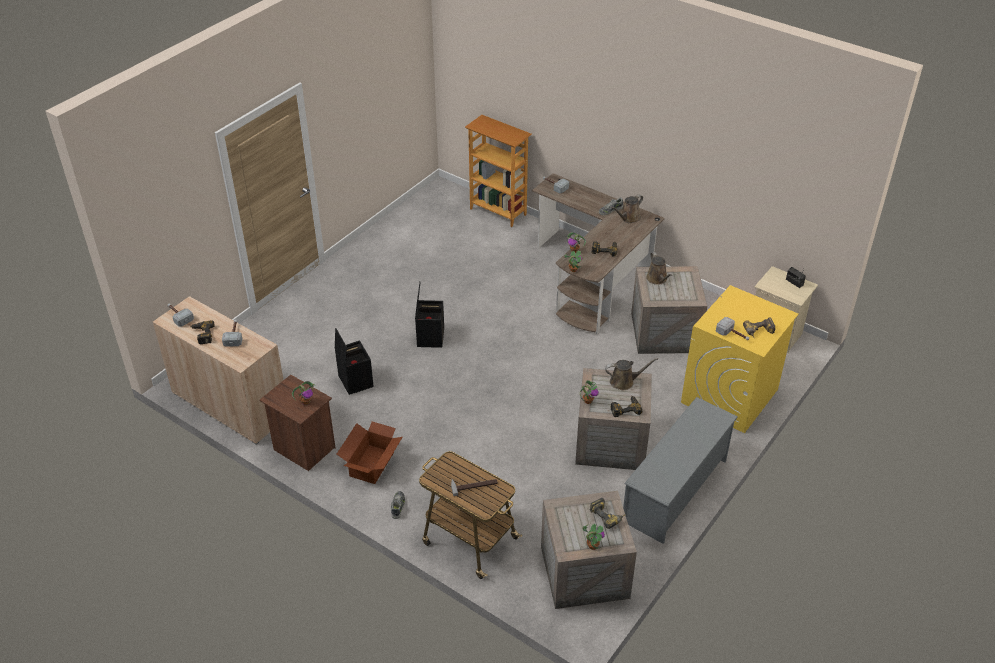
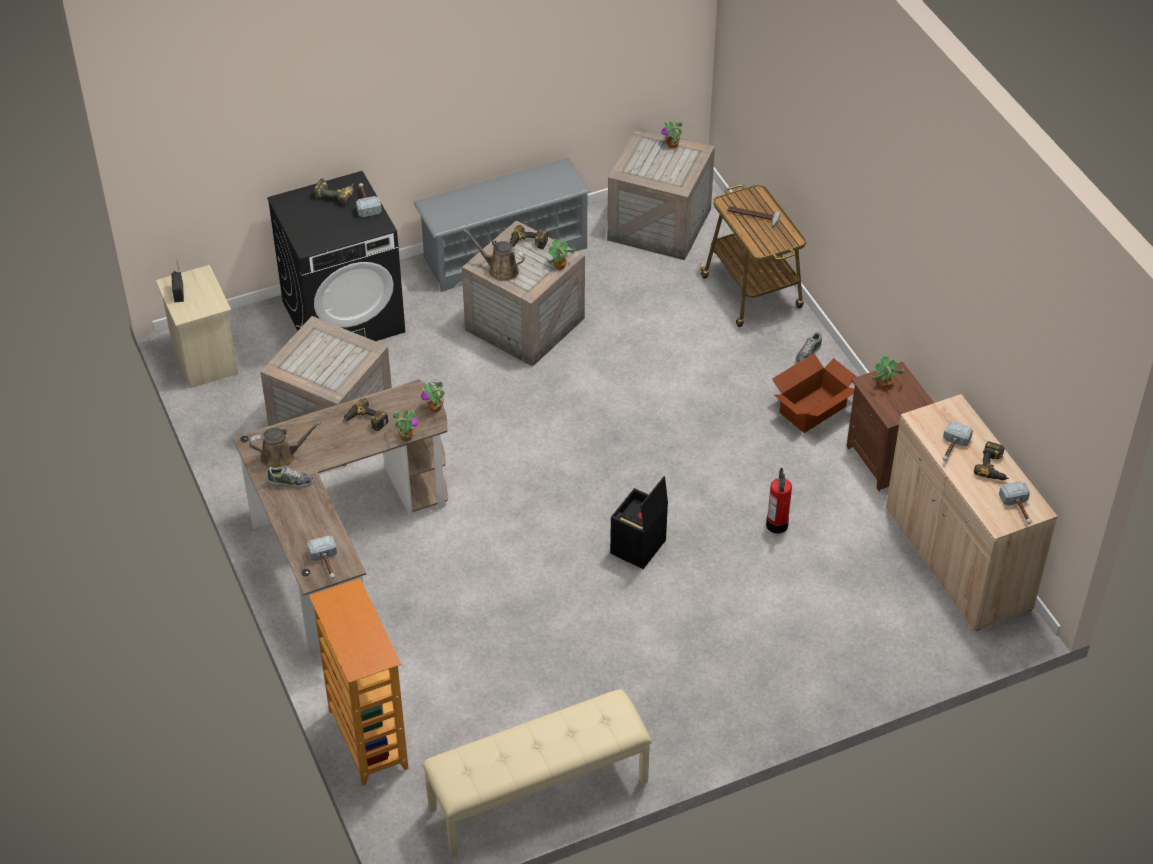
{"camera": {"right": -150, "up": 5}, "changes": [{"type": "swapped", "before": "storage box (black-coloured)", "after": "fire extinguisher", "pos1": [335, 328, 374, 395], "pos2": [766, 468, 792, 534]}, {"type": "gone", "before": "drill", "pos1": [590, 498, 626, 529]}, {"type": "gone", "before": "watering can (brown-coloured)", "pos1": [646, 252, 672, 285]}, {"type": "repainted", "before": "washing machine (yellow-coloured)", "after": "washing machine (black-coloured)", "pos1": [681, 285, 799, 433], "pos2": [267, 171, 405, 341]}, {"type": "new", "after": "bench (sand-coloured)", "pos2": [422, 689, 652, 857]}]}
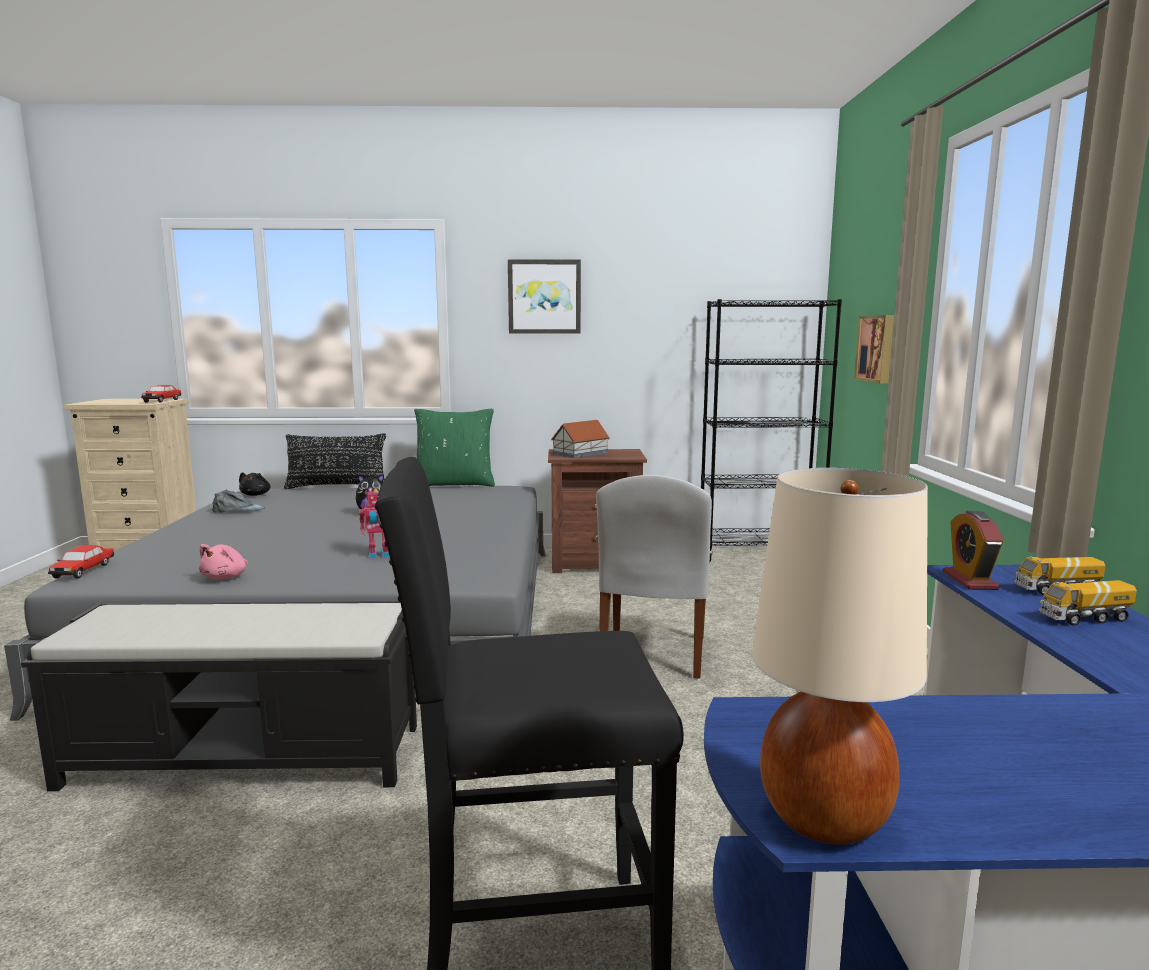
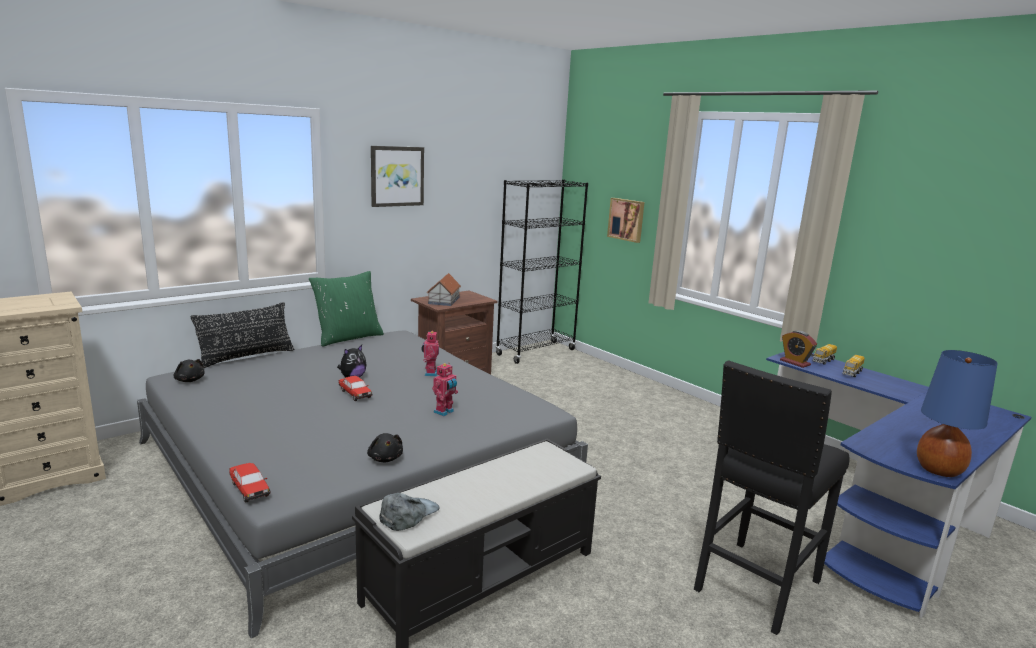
{"camera": {"right": -40, "up": 5}, "changes": [{"type": "shifted", "before": "miniature car", "pos1": [141, 385, 181, 402], "pos2": [339, 376, 372, 401]}, {"type": "repainted", "before": "soft toy (pink-coloured)", "after": "soft toy (black-coloured)", "pos1": [199, 544, 248, 579], "pos2": [367, 433, 403, 462]}, {"type": "shifted", "before": "baseball cap (grey)", "pos1": [212, 490, 265, 513], "pos2": [379, 493, 440, 531]}, {"type": "gone", "before": "plain chair (whitish)", "pos1": [596, 475, 712, 678]}, {"type": "repainted", "before": "lamp for a table (sand-coloured)", "after": "lamp for a table (blue-coloured)", "pos1": [752, 468, 928, 845], "pos2": [917, 350, 998, 477]}, {"type": "new", "after": "model robot", "pos2": [421, 330, 439, 376]}]}
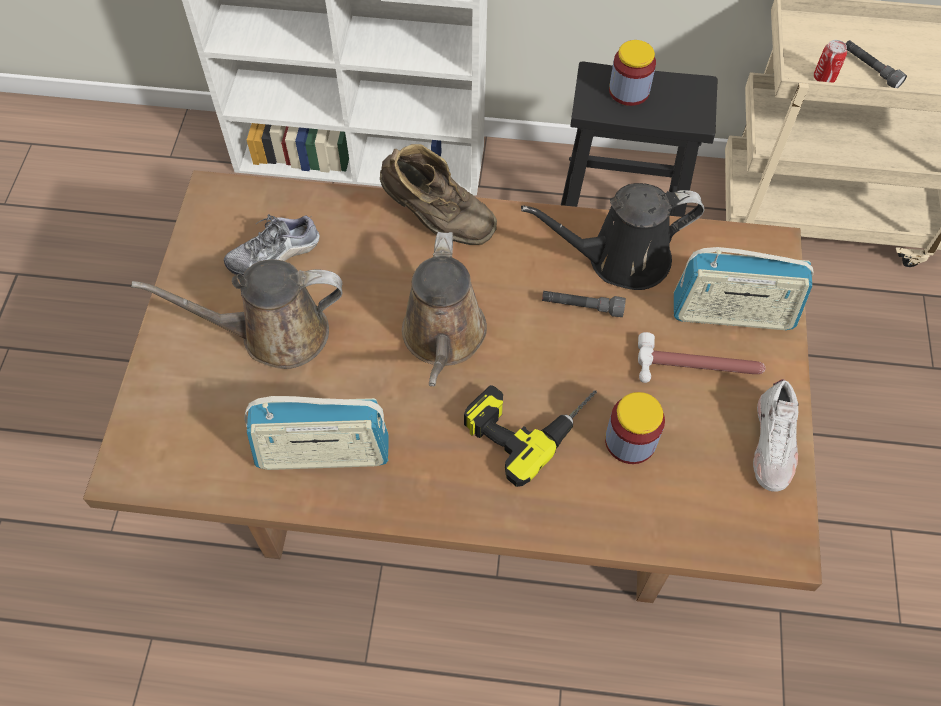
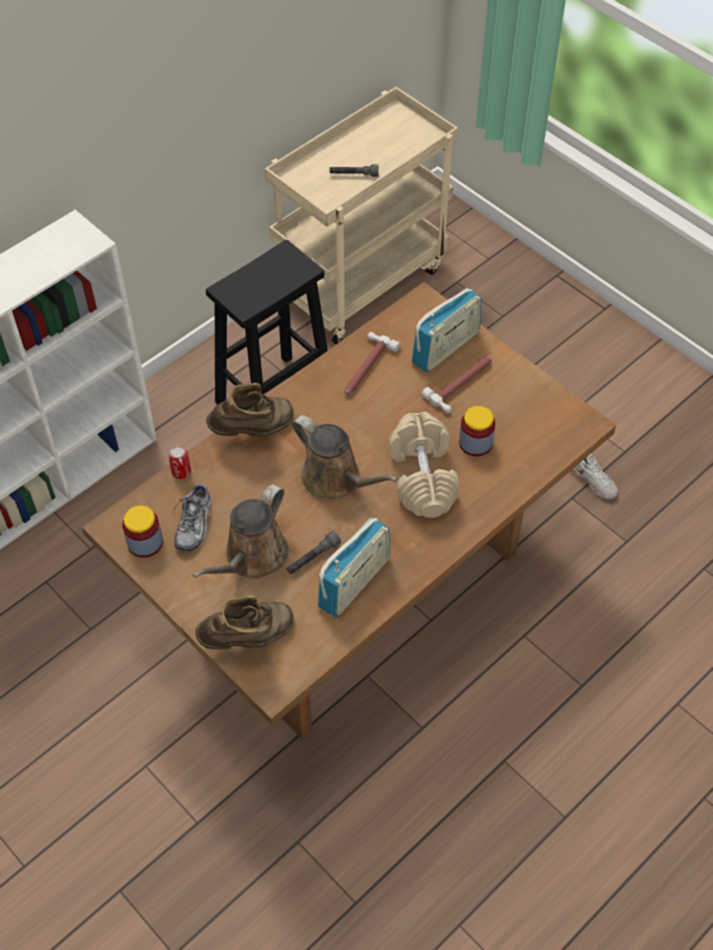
{"camera": {"right": -50, "up": -5}, "changes": [{"type": "swapped", "before": "drill", "after": "hand weight (sand-coloured)", "pos1": [464, 385, 597, 487], "pos2": [389, 412, 459, 518]}, {"type": "swapped", "before": "watering can (black-coloured)", "after": "tool hammer", "pos1": [521, 183, 704, 290], "pos2": [344, 332, 400, 395]}, {"type": "shifted", "before": "torch (grey)", "pos1": [542, 291, 626, 317], "pos2": [287, 531, 341, 574]}, {"type": "shifted", "before": "preserve jar", "pos1": [609, 40, 656, 106], "pos2": [122, 506, 163, 558]}, {"type": "shifted", "before": "shoe (whitish)", "pos1": [753, 379, 799, 492], "pos2": [571, 453, 618, 499]}, {"type": "shifted", "before": "metal can", "pos1": [814, 40, 847, 83], "pos2": [168, 445, 191, 479]}, {"type": "new", "after": "boot (brown-coloured)", "pos2": [195, 596, 295, 649]}]}
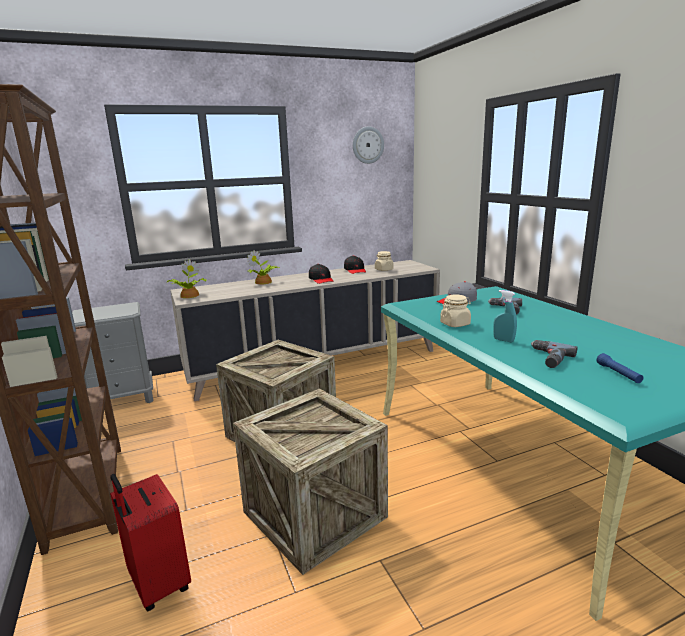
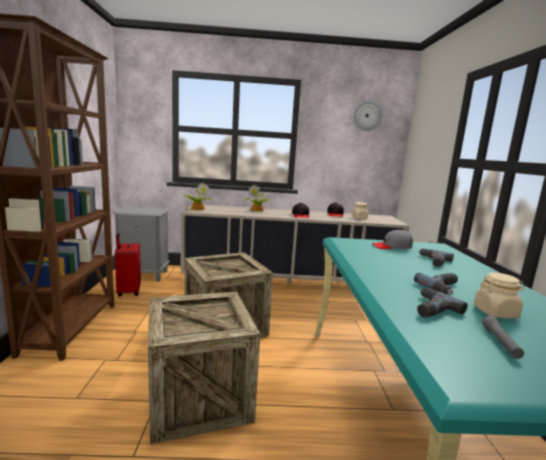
{"camera": {"right": 20, "up": -5}, "changes": [{"type": "shifted", "before": "travel case (red)", "pos1": [110, 474, 191, 611], "pos2": [115, 233, 141, 297]}, {"type": "shifted", "before": "preserve jar (sand-coloured)", "pos1": [440, 294, 471, 327], "pos2": [474, 273, 525, 319]}, {"type": "gone", "before": "hand sprayer (blue-green)", "pos1": [493, 290, 517, 342]}, {"type": "repainted", "before": "torch (blue-coloured)", "after": "torch (grey)", "pos1": [597, 353, 644, 383], "pos2": [482, 316, 524, 359]}, {"type": "new", "after": "drill", "pos2": [414, 273, 458, 295]}]}
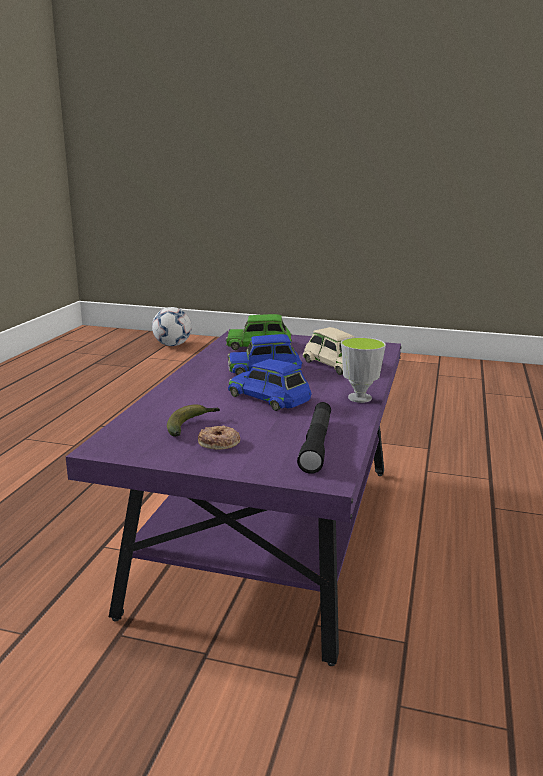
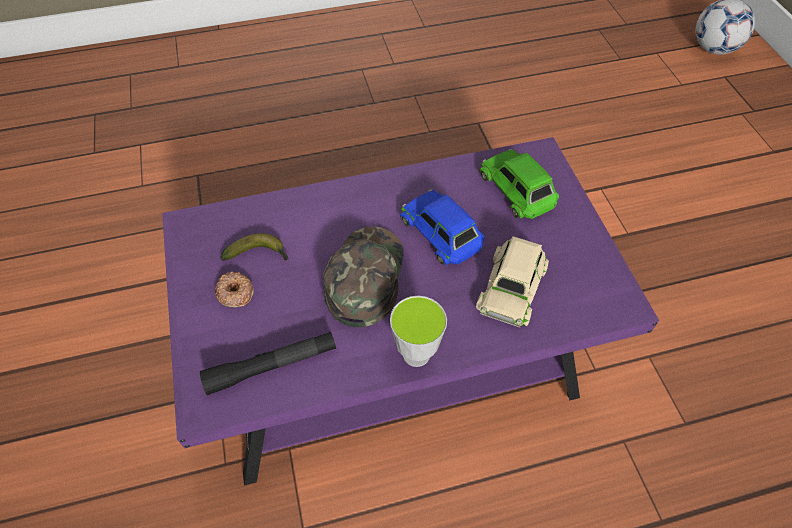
{"camera": {"right": 60, "up": 35}, "changes": [{"type": "swapped", "before": "miniature car (blue-coloured)", "after": "baseball cap (greenish)", "pos1": [228, 359, 311, 411], "pos2": [323, 226, 404, 328]}]}
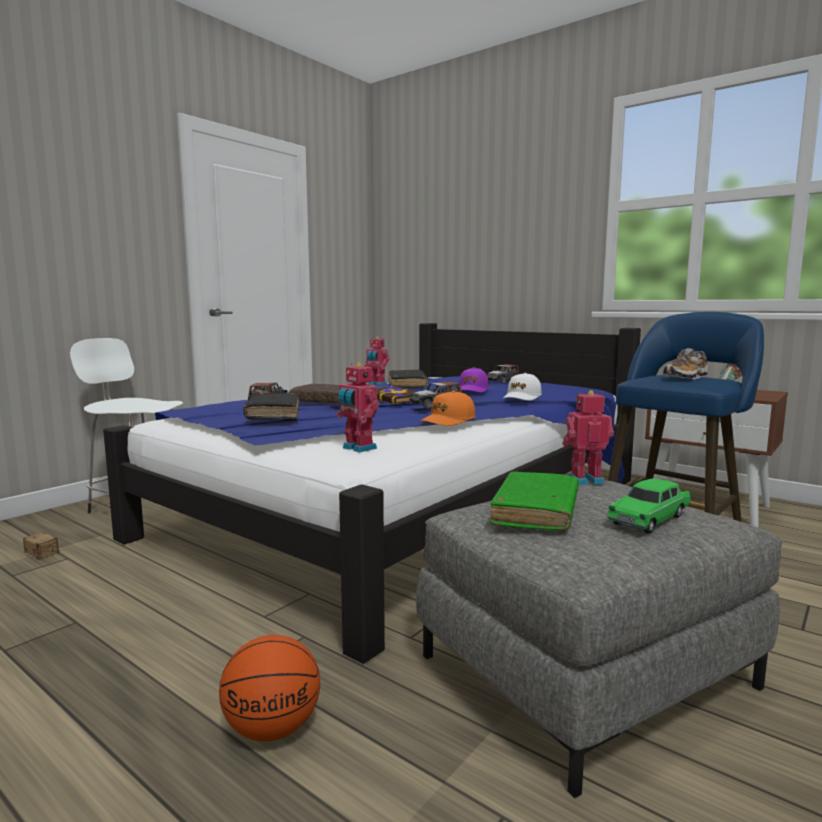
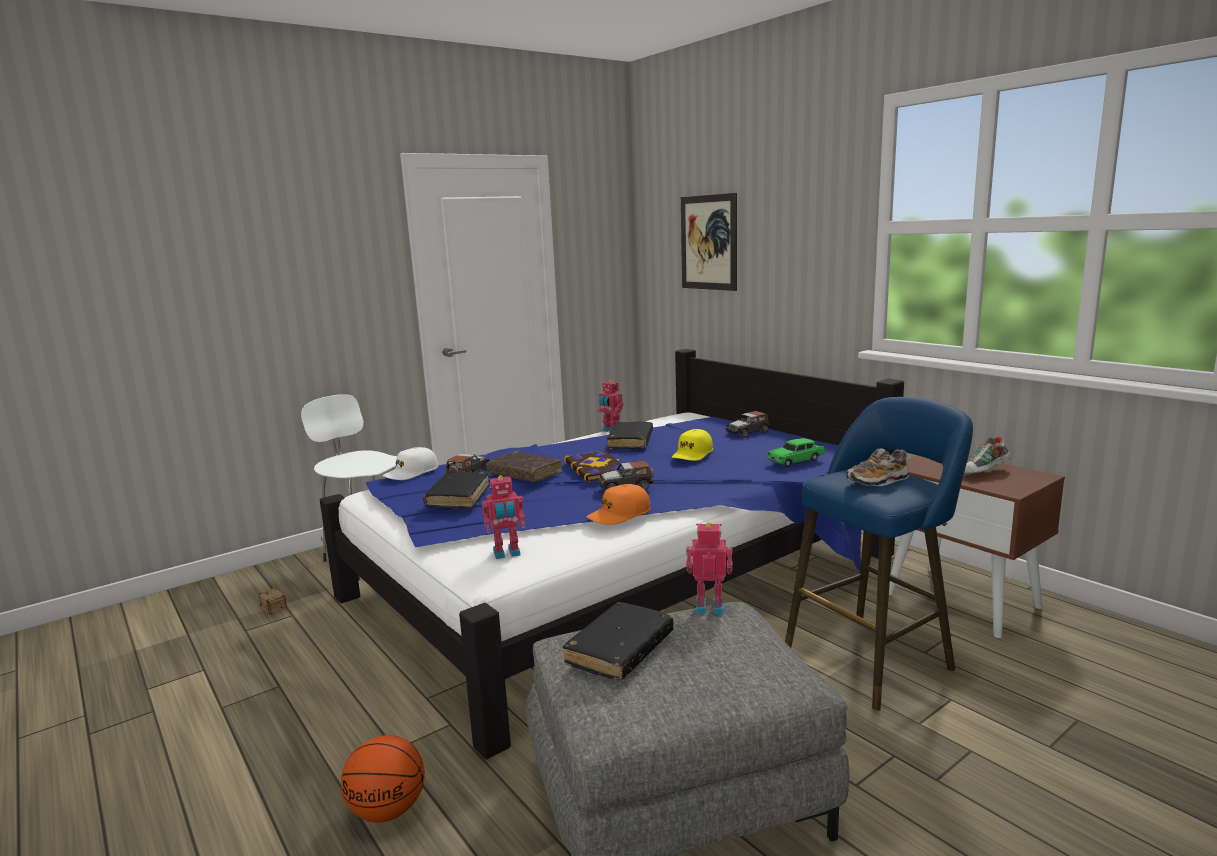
{"camera": {"right": 15, "up": 5}, "changes": [{"type": "rotated", "before": "model robot", "pos1": [336, 362, 379, 453], "pos2": [482, 475, 525, 559], "turn": -75}, {"type": "repainted", "before": "baseball cap (purplish)", "after": "baseball cap (yellow-coloured)", "pos1": [459, 367, 489, 393], "pos2": [672, 429, 713, 461]}, {"type": "repainted", "before": "book (greenish)", "after": "book (black-coloured)", "pos1": [490, 471, 579, 531], "pos2": [563, 602, 673, 680]}, {"type": "shifted", "before": "baseball cap (whitish)", "pos1": [503, 373, 542, 401], "pos2": [383, 447, 438, 480]}, {"type": "shifted", "before": "miniature car (greenish)", "pos1": [607, 478, 691, 534], "pos2": [767, 438, 825, 467]}, {"type": "new", "after": "picture", "pos2": [681, 193, 737, 291]}]}
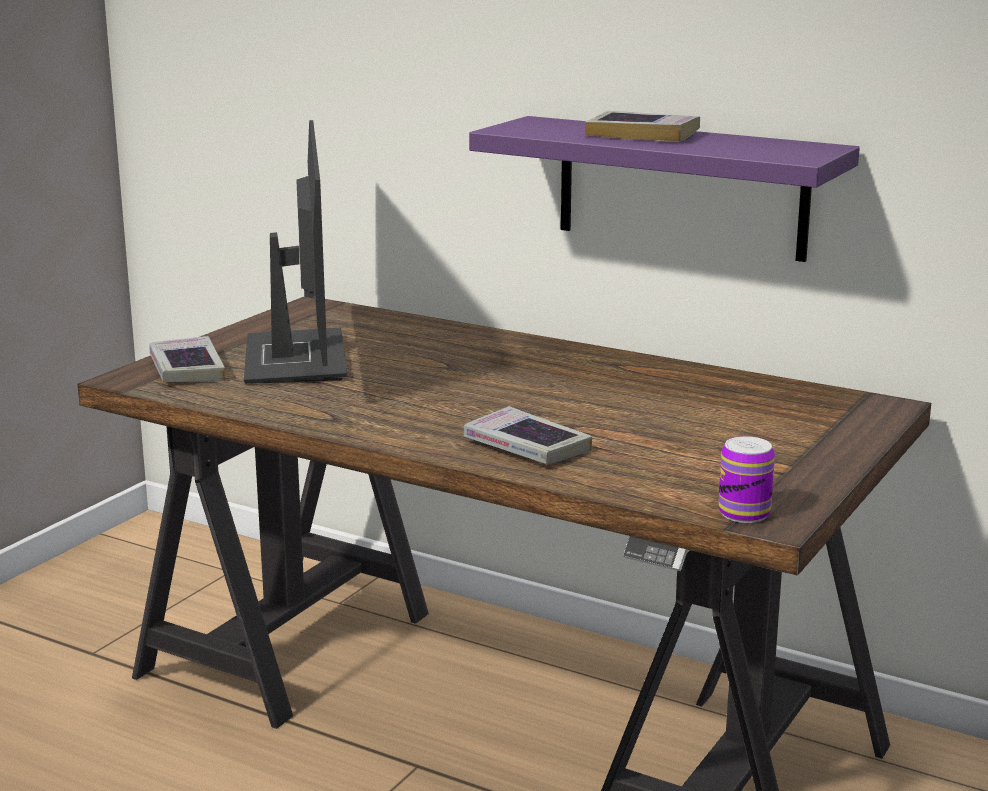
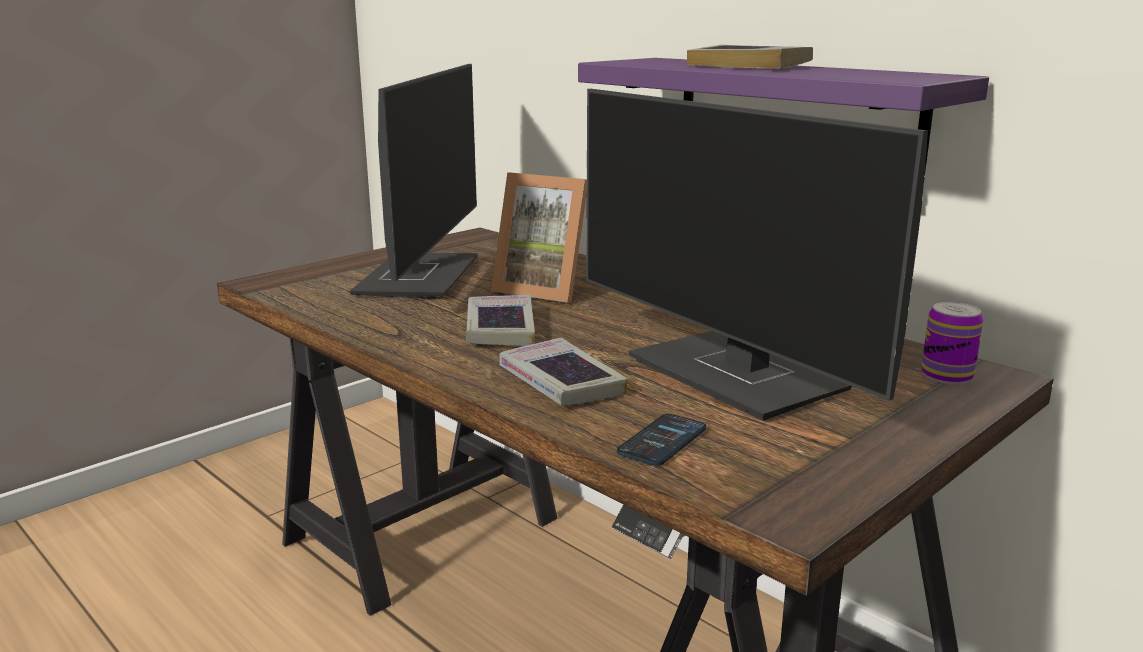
{"camera": {"right": 15, "up": 0}, "changes": [{"type": "shifted", "before": "book", "pos1": [149, 336, 225, 382], "pos2": [466, 295, 535, 346]}, {"type": "shifted", "before": "metal can", "pos1": [718, 436, 775, 523], "pos2": [922, 302, 984, 384]}, {"type": "new", "after": "picture frame", "pos2": [491, 172, 587, 303]}, {"type": "new", "after": "monitor", "pos2": [586, 89, 928, 421]}, {"type": "new", "after": "telephone", "pos2": [617, 414, 706, 466]}]}
